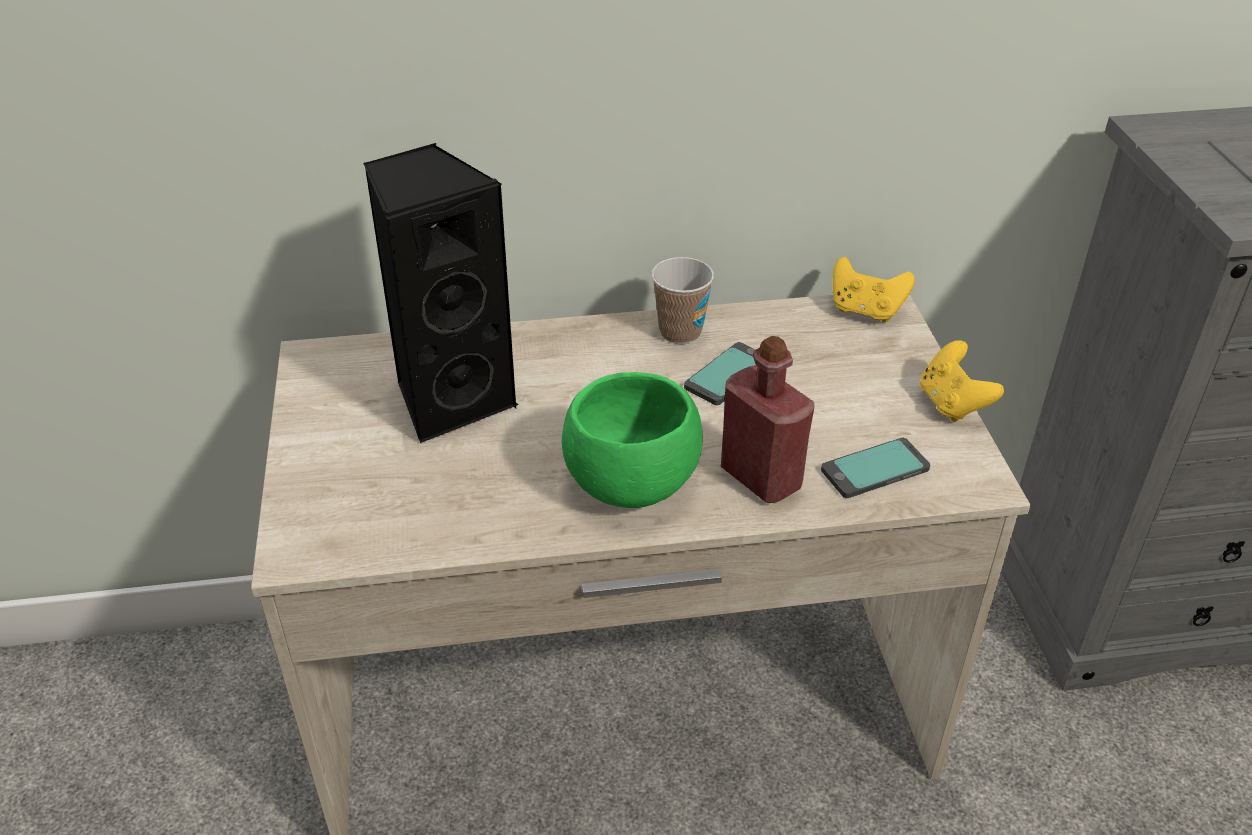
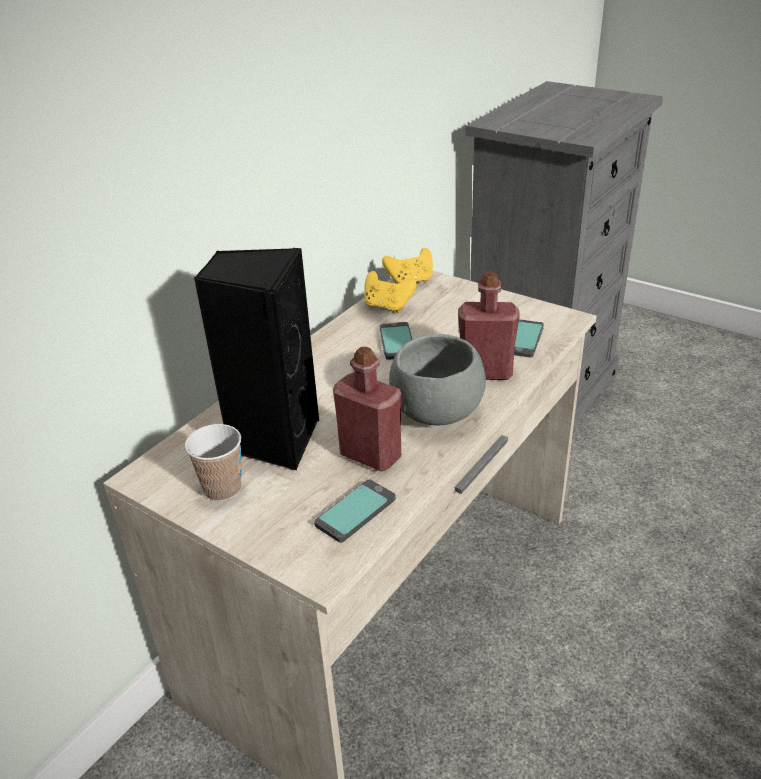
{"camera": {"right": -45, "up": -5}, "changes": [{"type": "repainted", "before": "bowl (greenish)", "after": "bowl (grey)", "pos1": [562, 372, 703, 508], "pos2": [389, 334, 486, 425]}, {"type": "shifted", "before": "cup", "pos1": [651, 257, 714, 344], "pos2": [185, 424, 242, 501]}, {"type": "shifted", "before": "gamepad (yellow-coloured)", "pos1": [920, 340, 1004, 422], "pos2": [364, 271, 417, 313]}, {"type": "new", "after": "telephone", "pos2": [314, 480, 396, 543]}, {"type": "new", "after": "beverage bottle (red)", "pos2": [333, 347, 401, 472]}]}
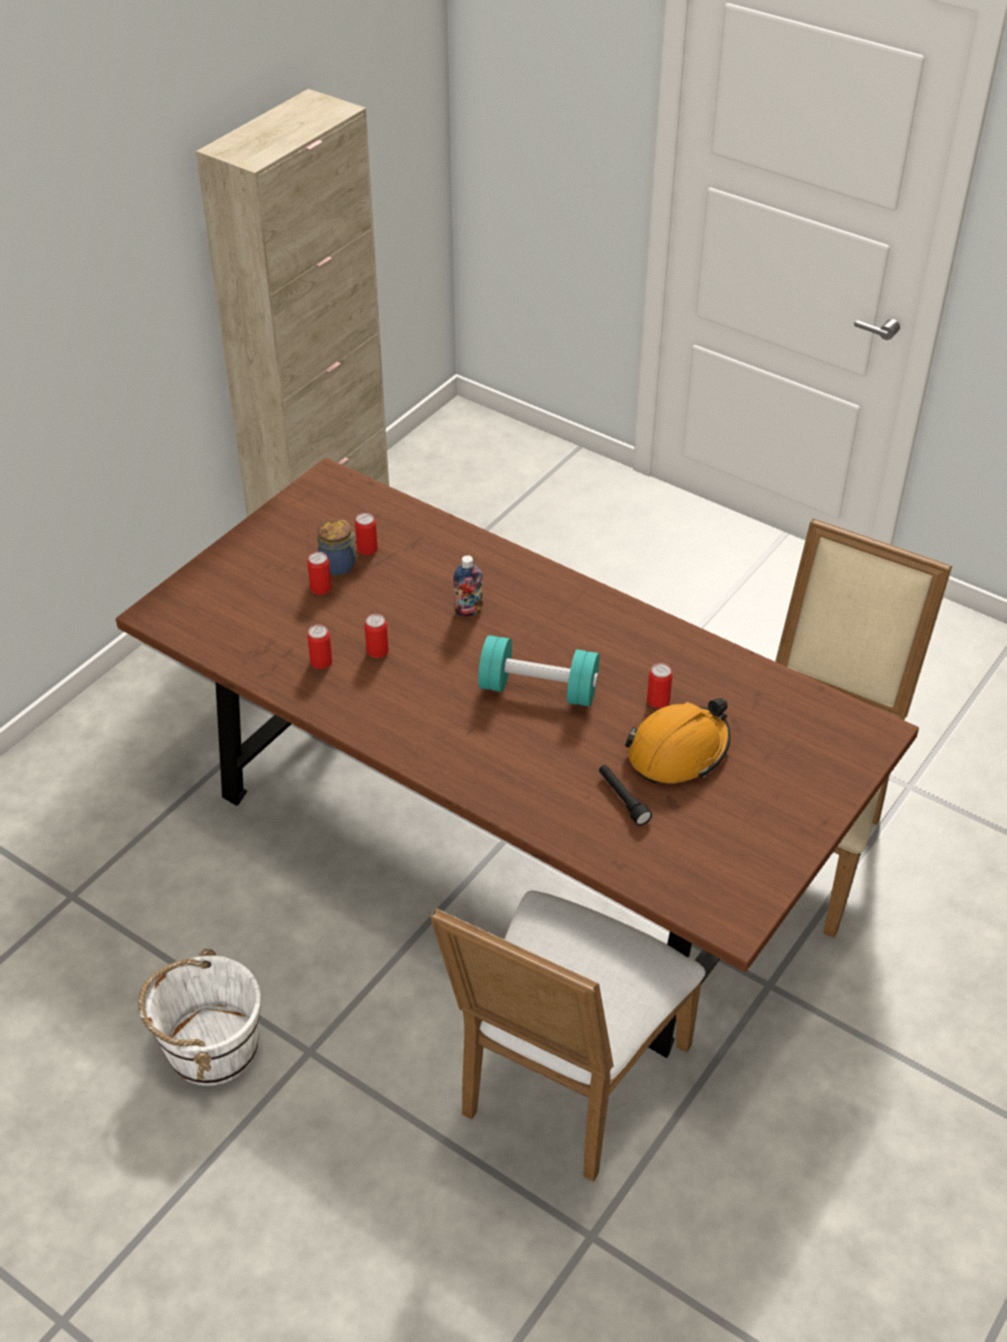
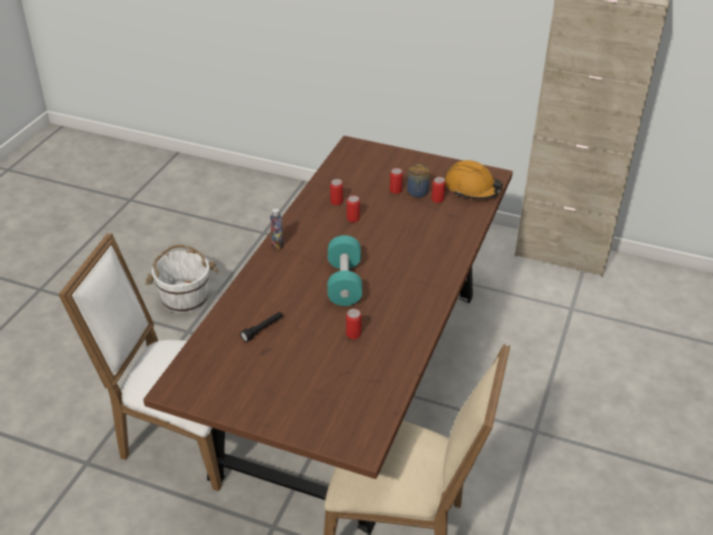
{"camera": {"right": 75, "up": -5}, "changes": [{"type": "shifted", "before": "beverage bottle", "pos1": [453, 555, 483, 617], "pos2": [270, 208, 283, 250]}, {"type": "shifted", "before": "work helmet (orangey)", "pos1": [625, 698, 731, 783], "pos2": [445, 160, 503, 199]}]}
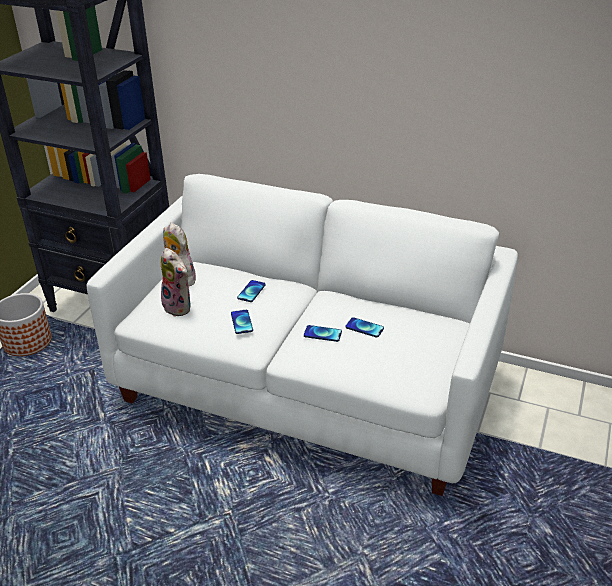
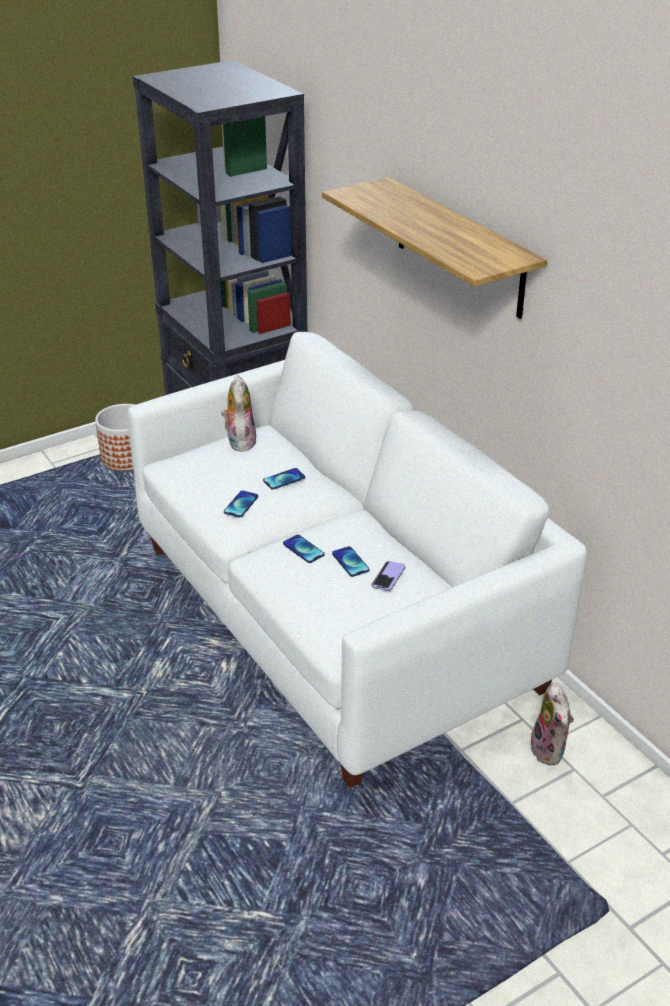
{"camera": {"right": 35, "up": 0}, "changes": [{"type": "shifted", "before": "soft toy", "pos1": [161, 248, 190, 317], "pos2": [531, 682, 574, 765]}, {"type": "new", "after": "shelf", "pos2": [322, 177, 547, 319]}, {"type": "new", "after": "telephone", "pos2": [371, 561, 405, 591]}]}
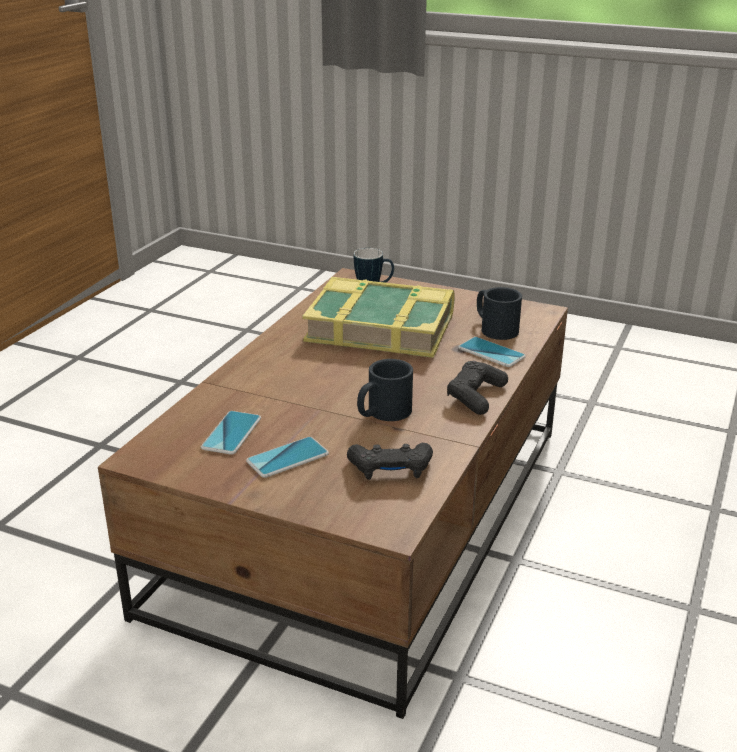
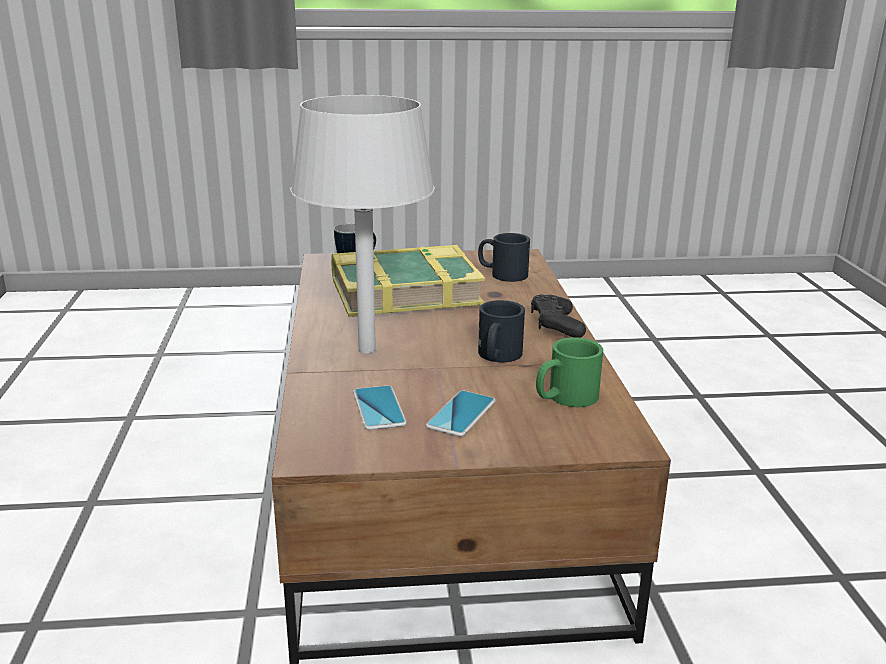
{"camera": {"right": -30, "up": -5}, "changes": [{"type": "swapped", "before": "gamepad (black-coloured)", "after": "tea mug (greenish)", "pos1": [347, 443, 433, 480], "pos2": [536, 337, 603, 407]}, {"type": "gone", "before": "telephone", "pos1": [458, 337, 526, 367]}, {"type": "new", "after": "lamp for a table (grey)", "pos2": [290, 95, 435, 353]}]}
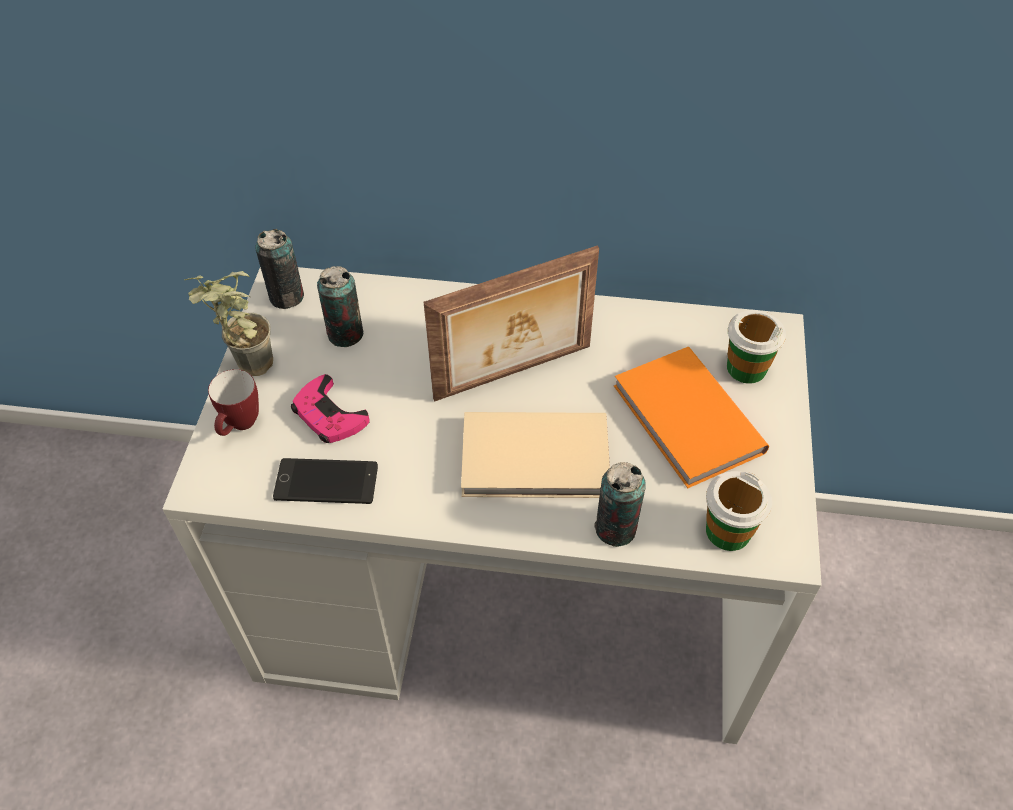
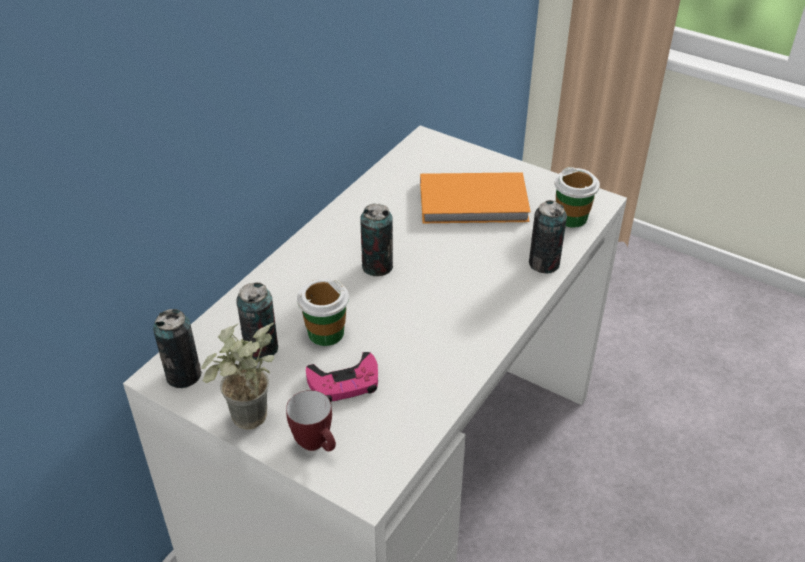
{"camera": {"right": -65, "up": -10}, "changes": [{"type": "gone", "before": "telephone", "pos1": [273, 458, 378, 504]}, {"type": "swapped", "before": "picture frame", "after": "metal can", "pos1": [424, 245, 599, 402], "pos2": [360, 203, 393, 276]}, {"type": "gone", "before": "book (sand-coloured)", "pos1": [461, 412, 610, 498]}, {"type": "shifted", "before": "cup", "pos1": [727, 310, 786, 384], "pos2": [297, 279, 349, 346]}]}
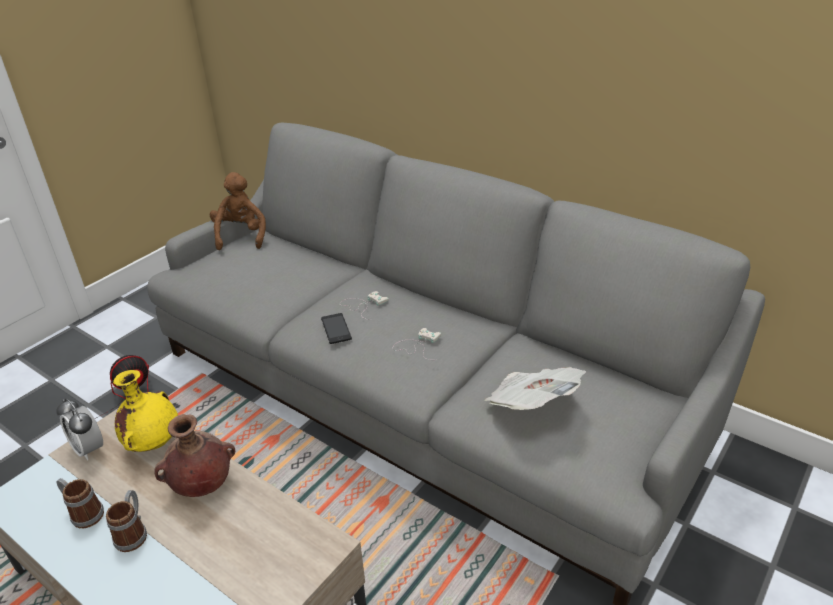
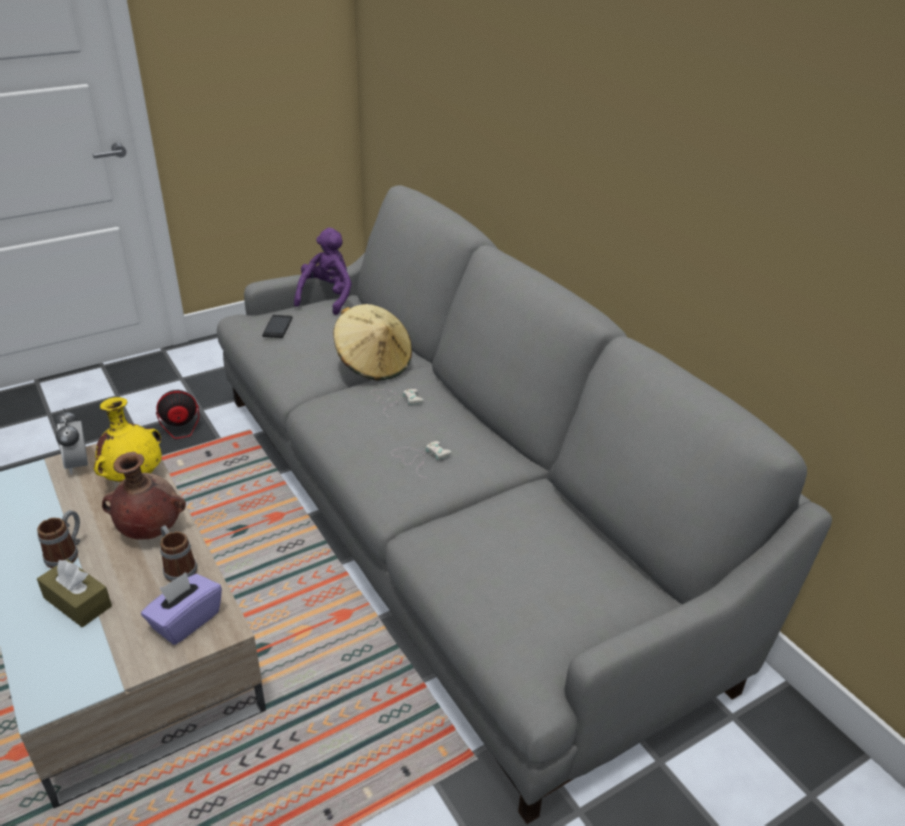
{"camera": {"right": 20, "up": 0}, "changes": [{"type": "shifted", "before": "tea mug", "pos1": [56, 478, 104, 529], "pos2": [160, 525, 197, 582]}, {"type": "repainted", "before": "soft toy (brown-coloured)", "after": "soft toy (purplish)", "pos1": [210, 172, 266, 250], "pos2": [294, 228, 352, 315]}, {"type": "shifted", "before": "telephone", "pos1": [321, 313, 352, 344], "pos2": [262, 315, 293, 338]}, {"type": "gone", "before": "printed paper", "pos1": [484, 367, 586, 410]}, {"type": "new", "after": "box of tissues (brown-coloured)", "pos2": [37, 559, 112, 627]}, {"type": "new", "after": "box of tissues (purplish)", "pos2": [141, 572, 222, 645]}, {"type": "new", "after": "clothing hat (sand-coloured)", "pos2": [333, 304, 412, 381]}]}
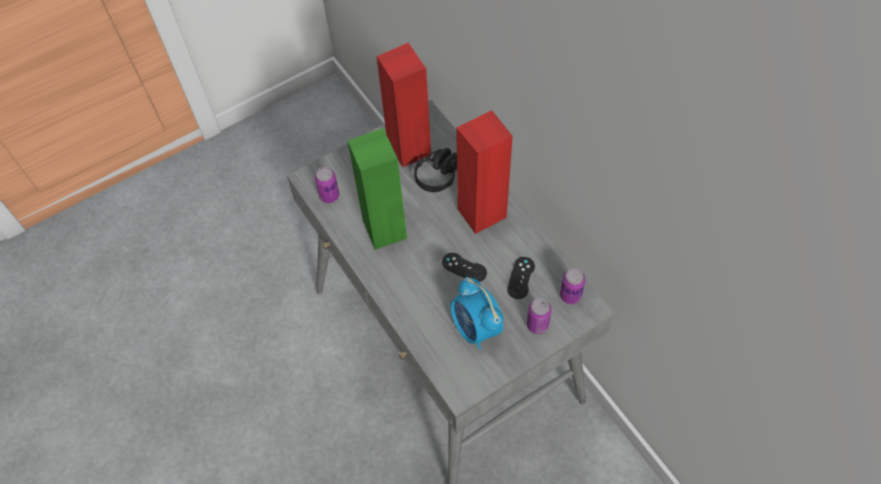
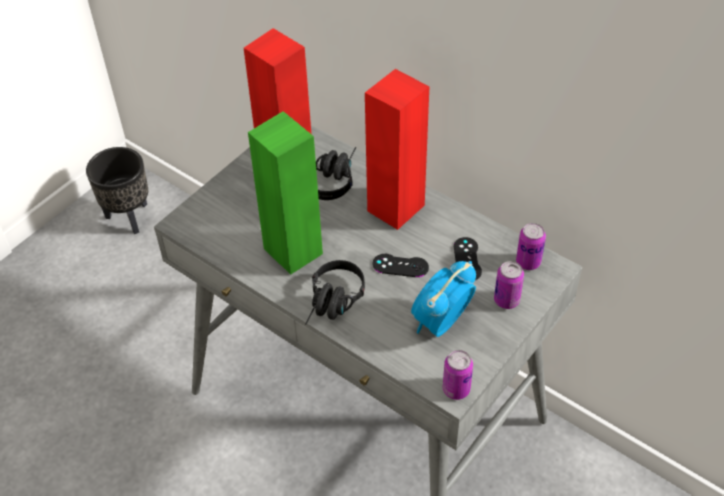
{"camera": {"right": -20, "up": -10}, "changes": [{"type": "shifted", "before": "metal can", "pos1": [315, 167, 339, 203], "pos2": [443, 350, 473, 400]}, {"type": "rotated", "before": "alarm clock", "pos1": [450, 276, 503, 350], "pos2": [411, 261, 476, 337], "turn": 90}, {"type": "new", "after": "flower pot (black-coloured)", "pos2": [86, 147, 148, 234]}, {"type": "new", "after": "headset (black-coloured)", "pos2": [305, 260, 365, 324]}]}
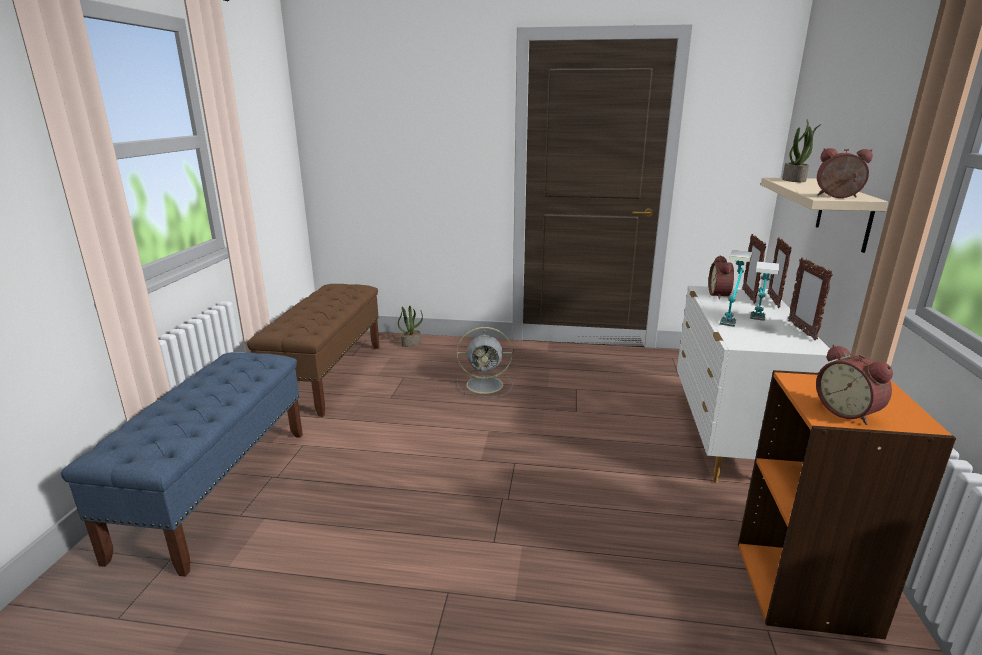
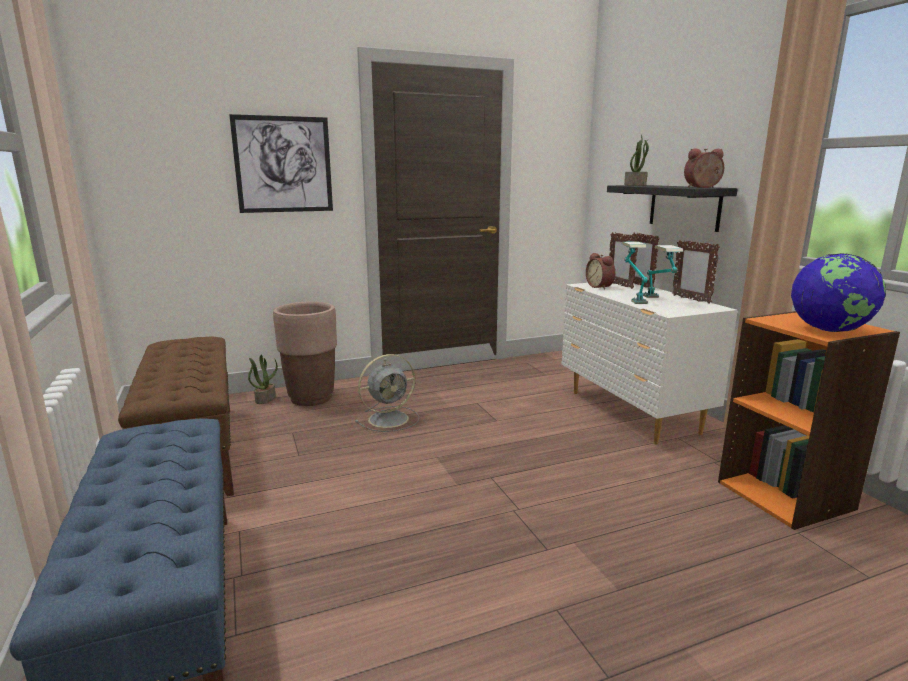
{"camera": {"right": -30, "up": -5}, "changes": [{"type": "repainted", "before": "shelf (sand-coloured)", "after": "shelf (black-coloured)", "pos1": [761, 178, 888, 253], "pos2": [607, 185, 738, 232]}, {"type": "swapped", "before": "alarm clock", "after": "globe", "pos1": [816, 344, 893, 425], "pos2": [791, 253, 886, 332]}, {"type": "new", "after": "picture", "pos2": [229, 114, 333, 213]}, {"type": "new", "after": "flower pot (brown-coloured)", "pos2": [273, 302, 337, 406]}]}
